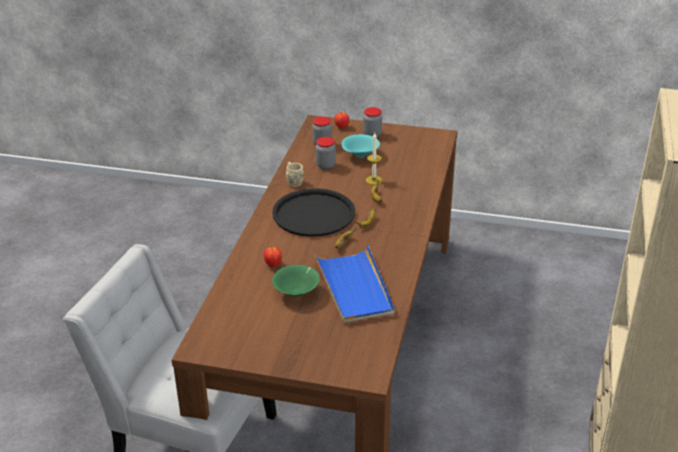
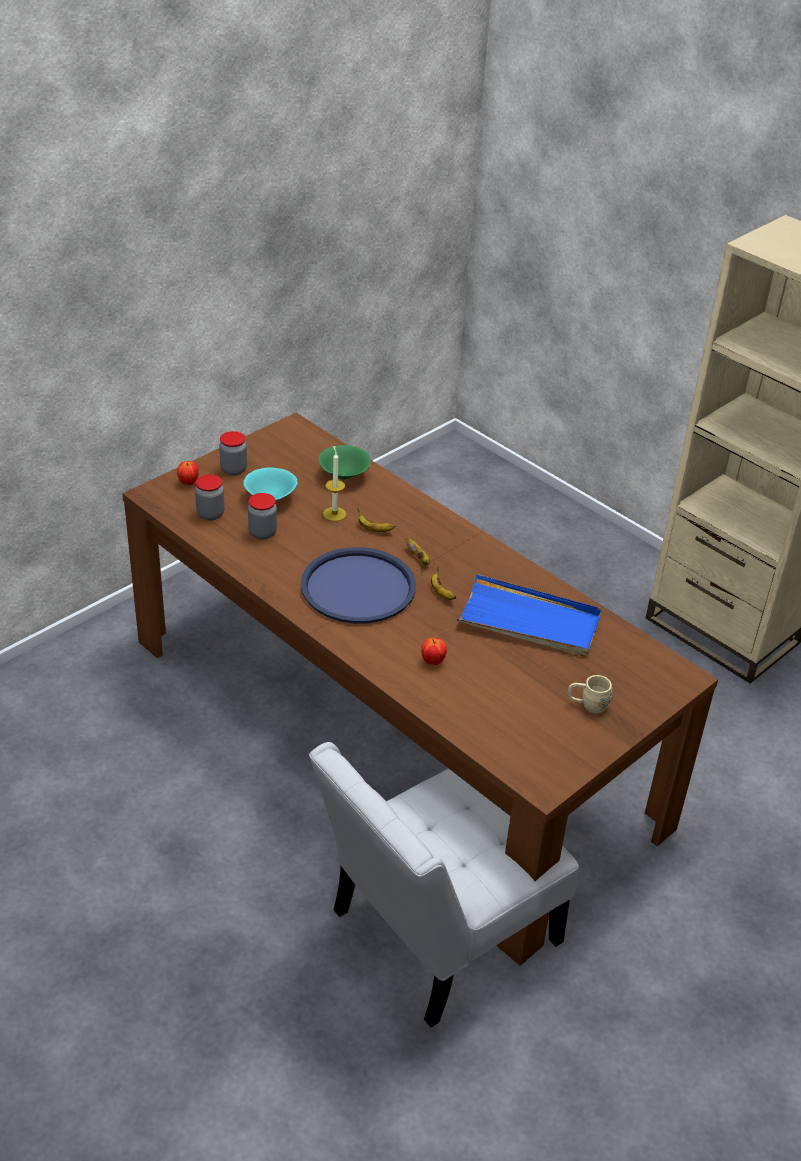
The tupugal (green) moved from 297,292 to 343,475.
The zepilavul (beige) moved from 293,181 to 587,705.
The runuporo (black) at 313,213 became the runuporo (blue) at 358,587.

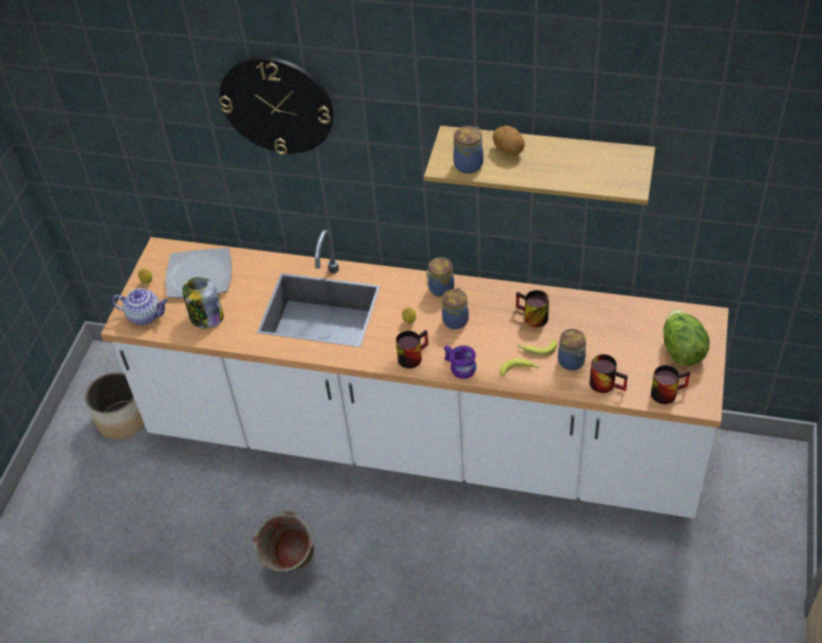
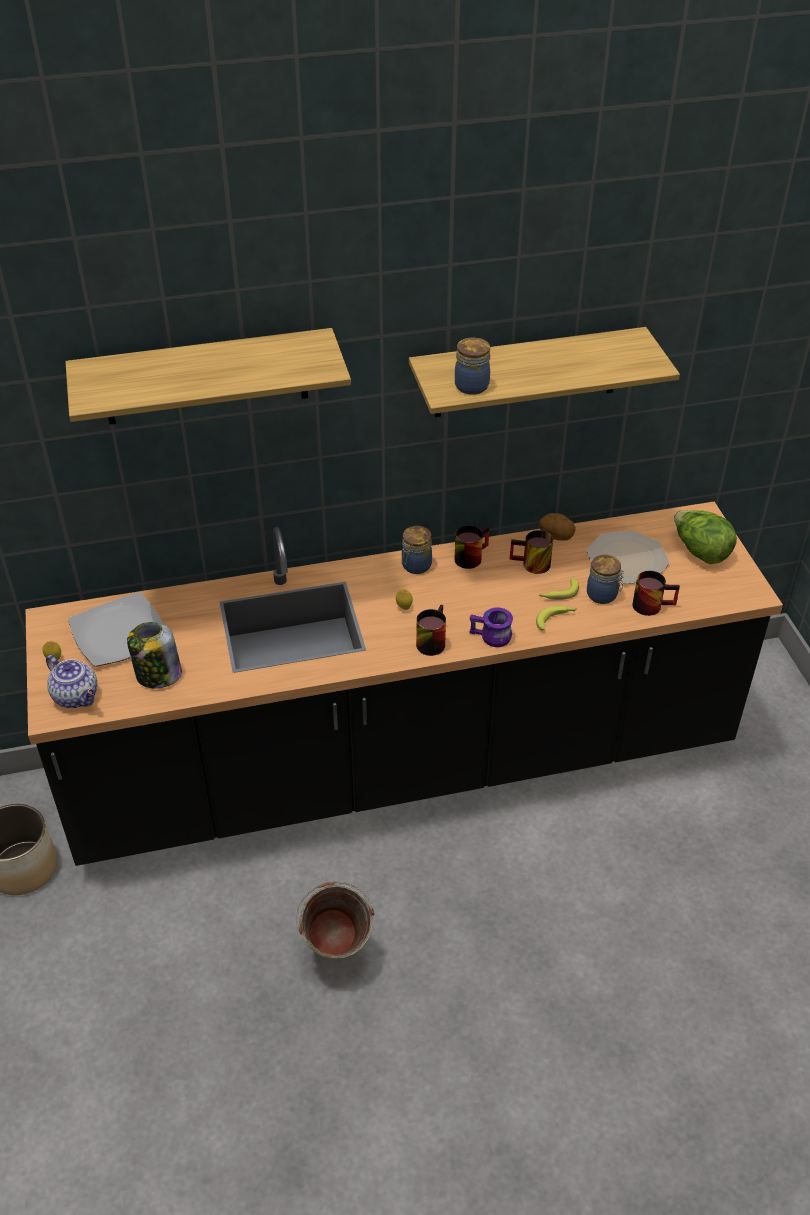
The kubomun at 456,320 disappeared.
The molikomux at 626,558 appeared.
The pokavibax moved from 509,150 to 556,536.
The zepilavul moved from 666,391 to 469,556.
The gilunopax at 277,104 was replaced by the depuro at 205,377.
The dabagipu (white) at 422,442 became the dabagipu (black) at 405,767.
The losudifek at 146,315 turned 60 degrees clockwise.

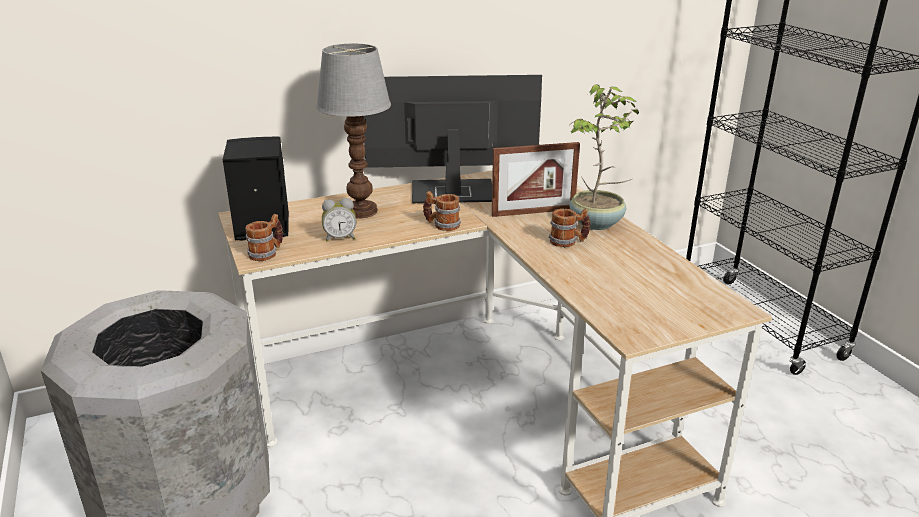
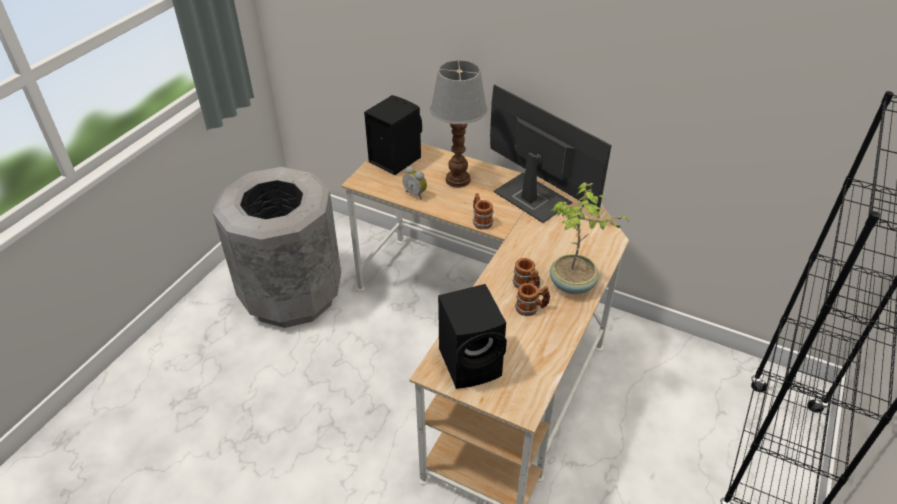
The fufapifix at 533,212 disappeared.
The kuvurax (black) at 472,362 appeared.
The zepilavul moved from 267,253 to 531,308.

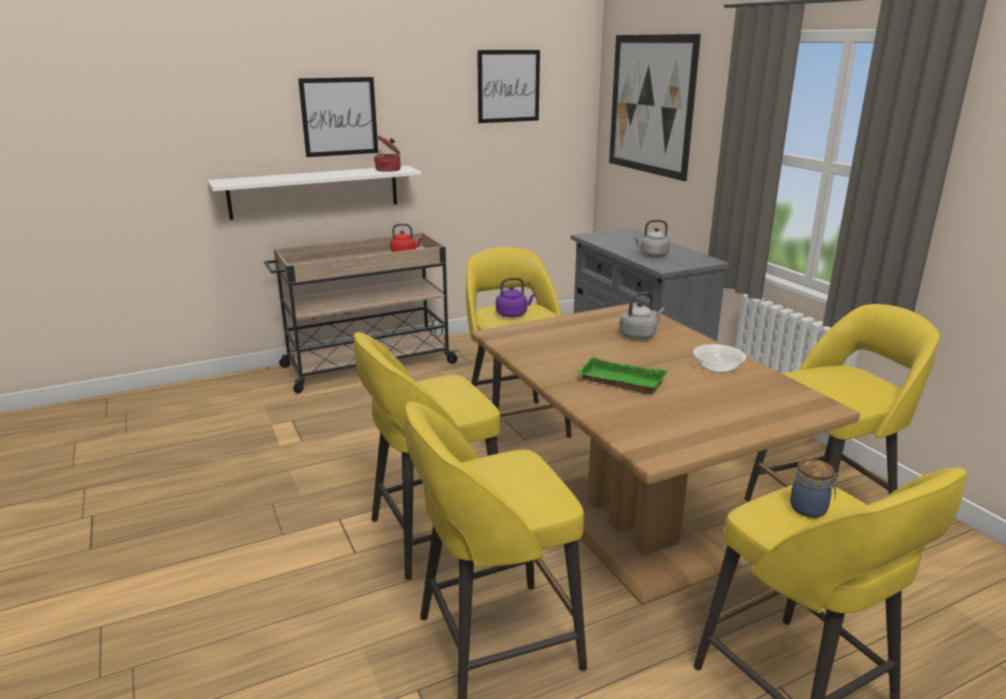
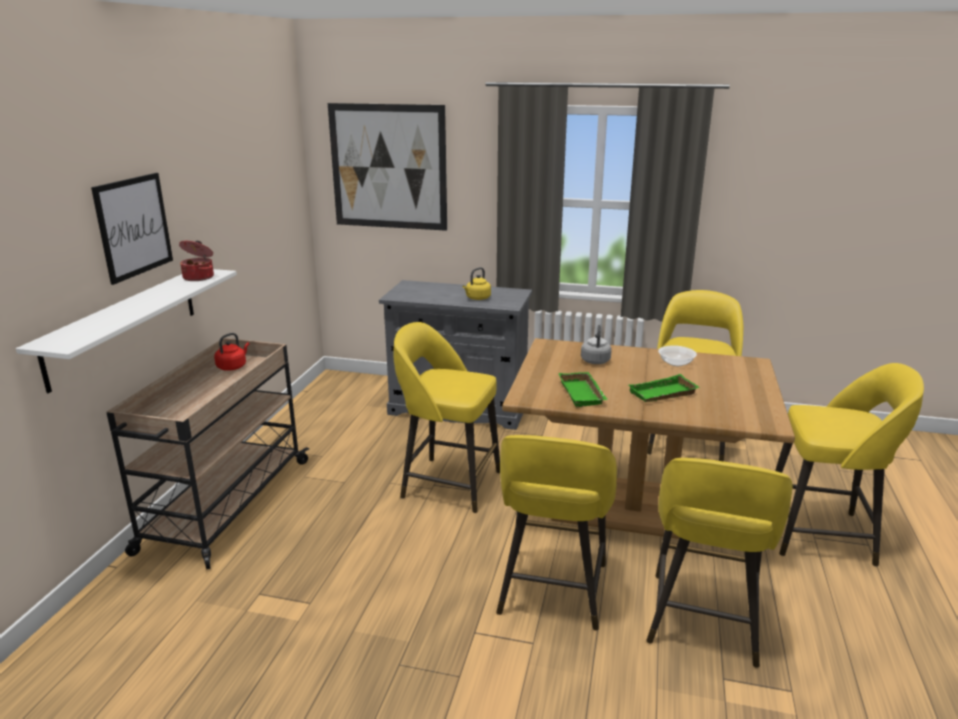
The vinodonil at 508,86 disappeared.
The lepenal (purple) at 513,314 disappeared.
The kubomun at 810,509 disappeared.
The runuporo (green) at 583,394 appeared.
The lepenal (grey) at 652,255 became the lepenal (yellow) at 477,298.

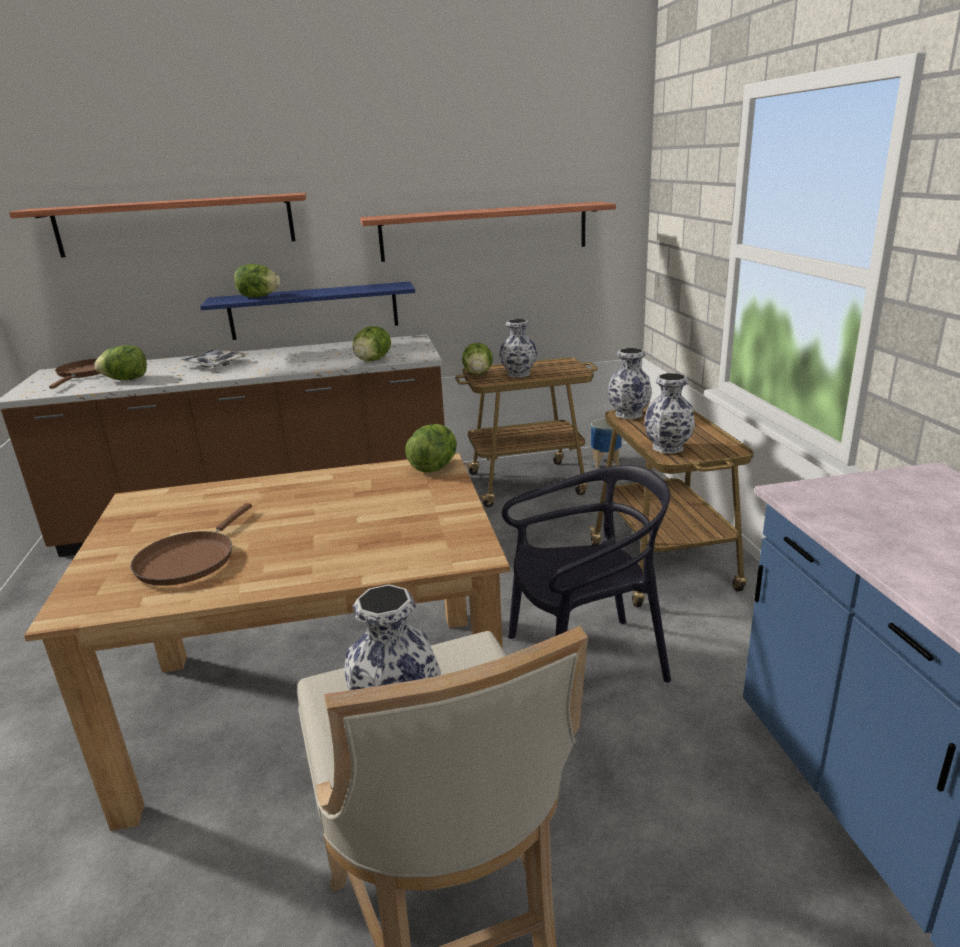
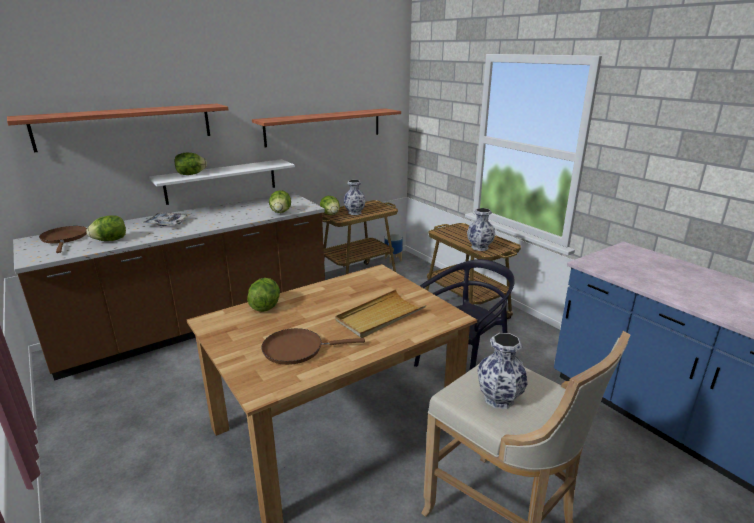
The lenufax at 628,414 disappeared.
The runuporo (beige) at 380,316 appeared.
The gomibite moved from 434,467 to 265,306.
The depuro (blue) at 314,311 became the depuro (white) at 221,181.
The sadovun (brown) at 190,559 turned 90 degrees clockwise.

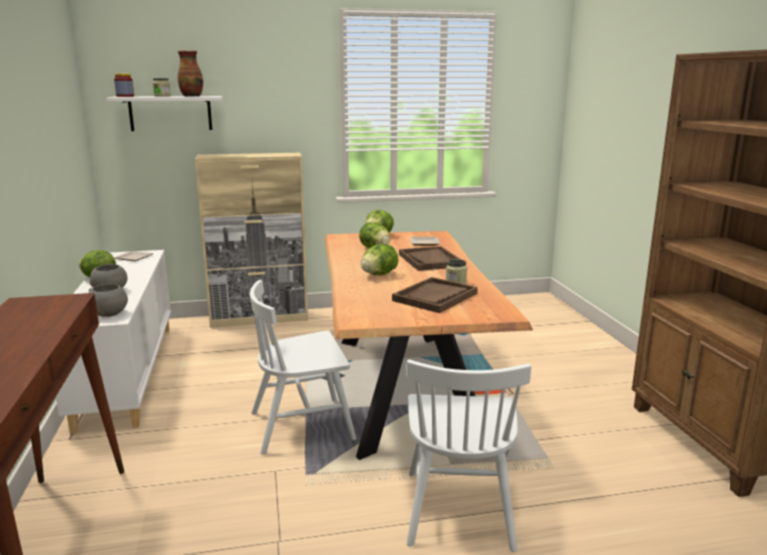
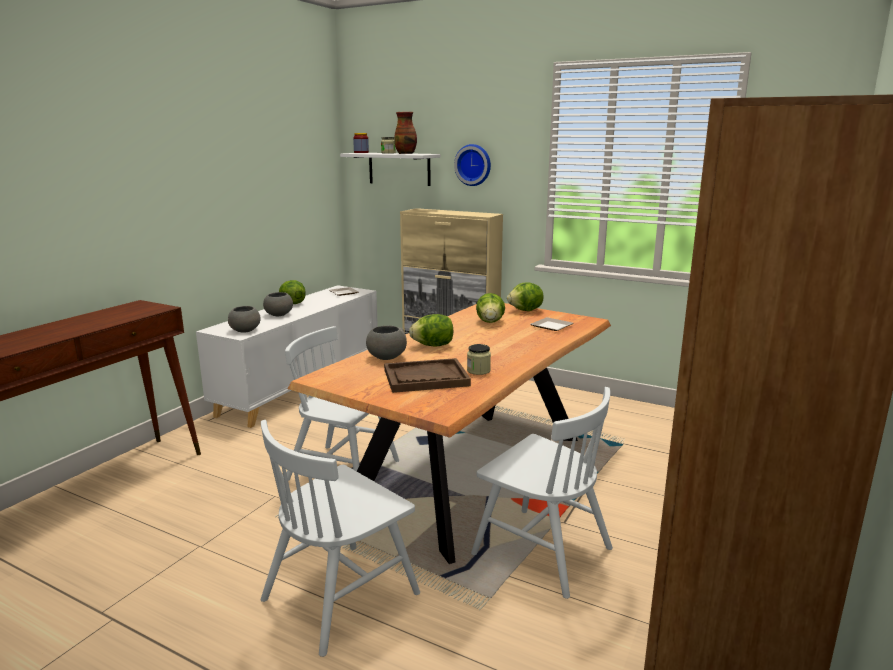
The runuporo (brown) at 430,260 disappeared.
The tupugal (grey) at 386,357 appeared.
The gilunopax at 473,165 appeared.
The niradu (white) at 541,550 appeared.

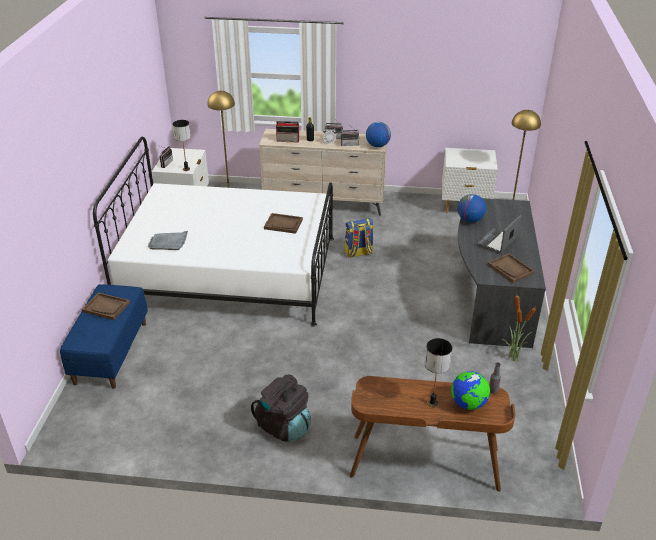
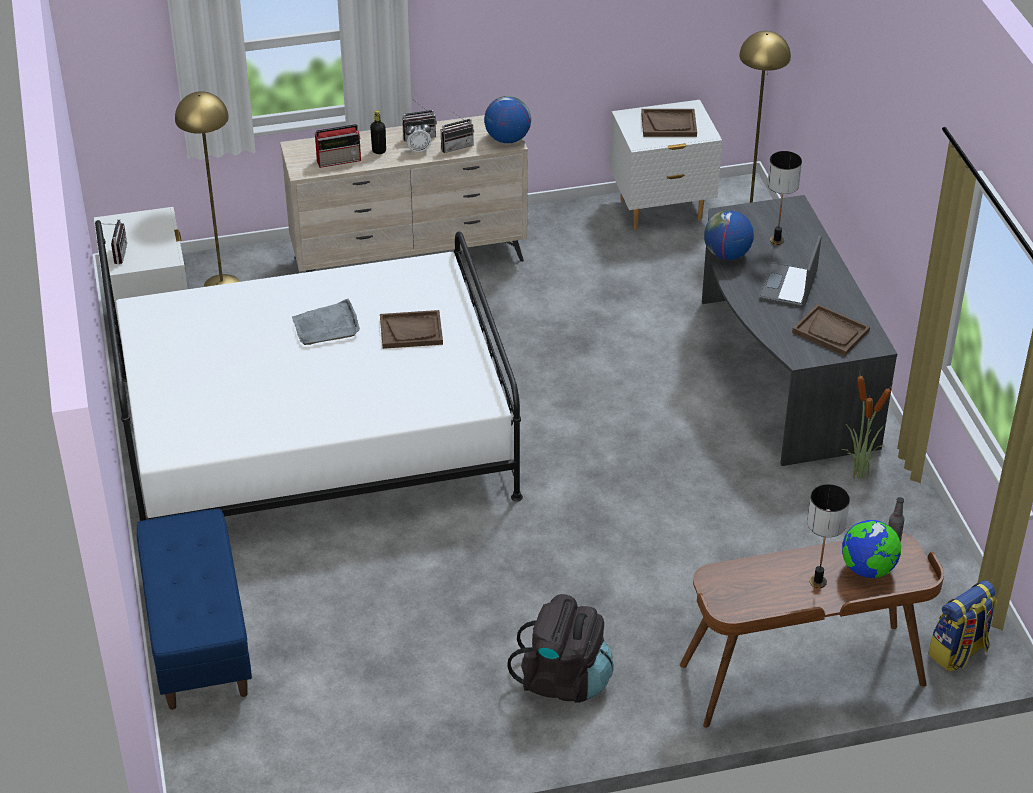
The runuporo (brown) moved from 106,307 to 669,124.
The runuporo (grey) moved from 168,242 to 326,326.
The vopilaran moved from 186,169 to 777,241.
The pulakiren moved from 358,253 to 958,652.

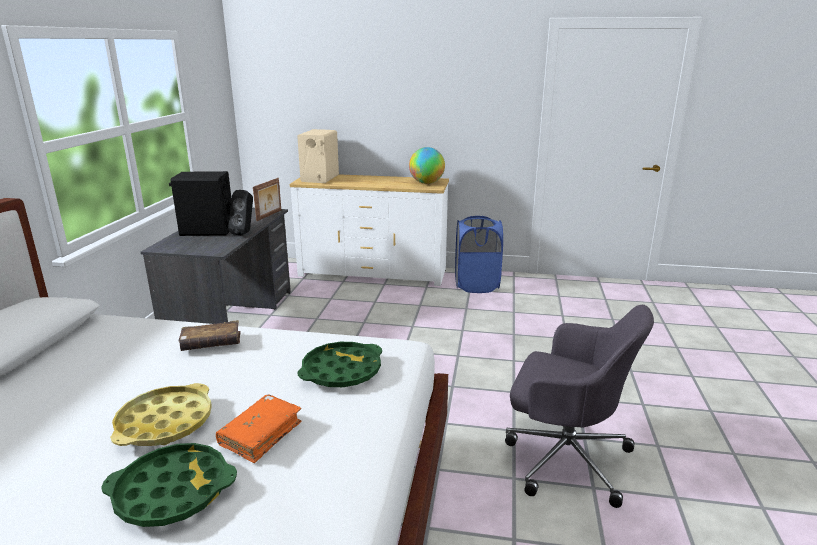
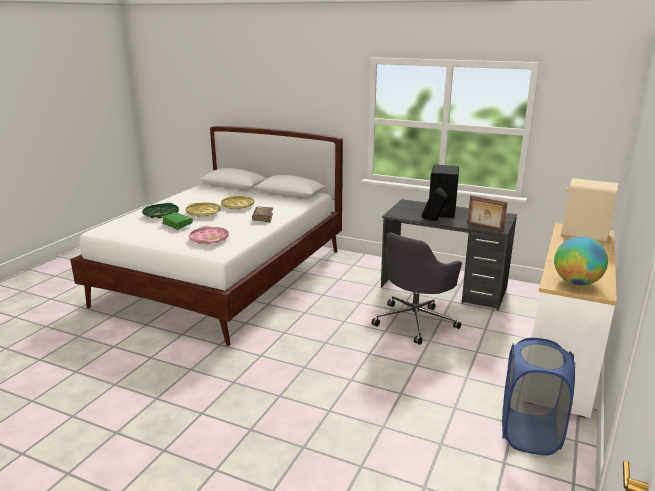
The runuporo (yellow) at 238,205 appeared.
The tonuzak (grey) moved from 564,457 to 415,321.
The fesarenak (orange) at 261,434 became the fesarenak (green) at 177,224.
The runuporo (green) at 341,371 became the runuporo (pink) at 209,239.

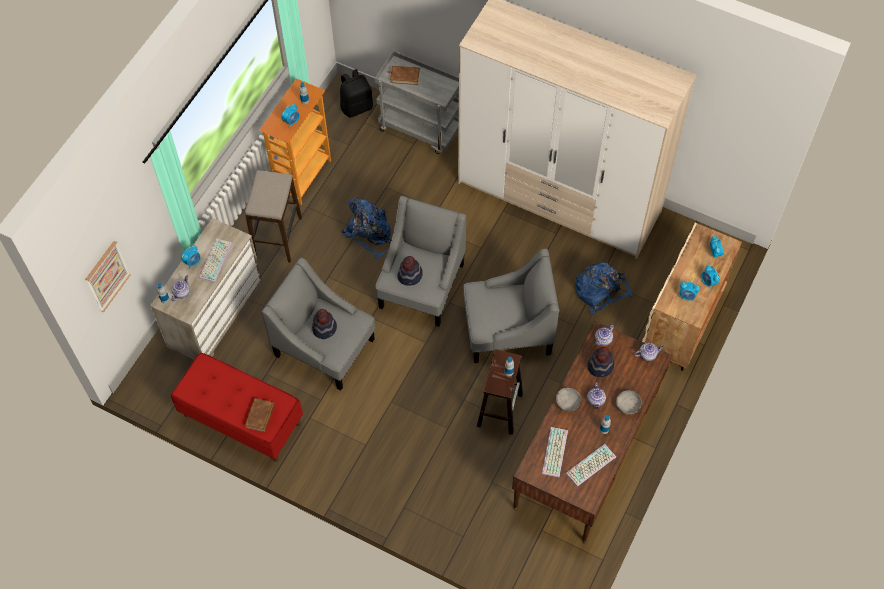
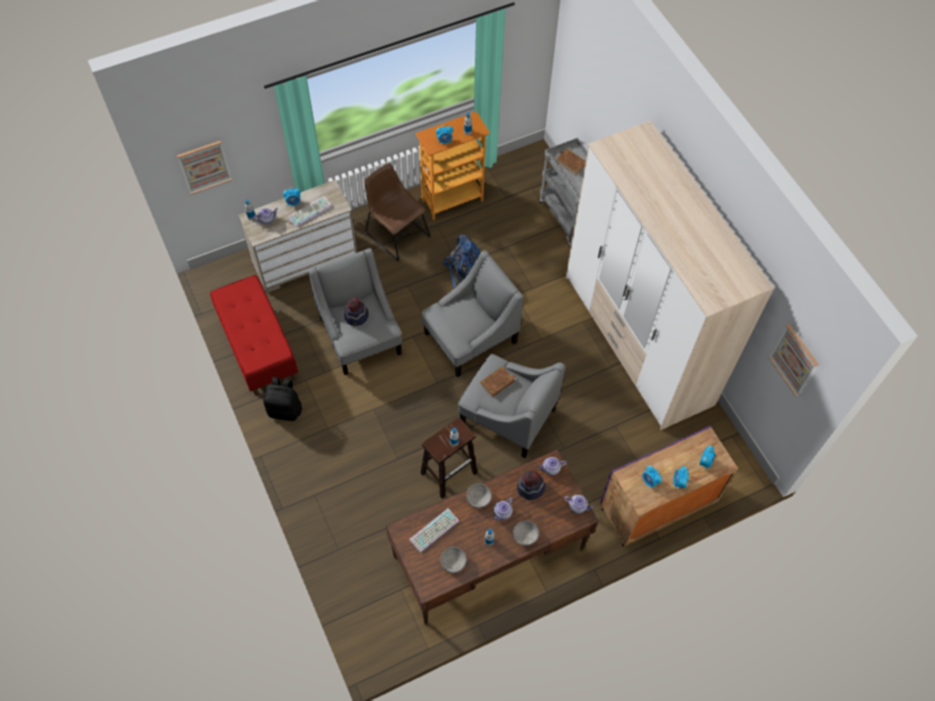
The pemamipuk at 410,276 disappeared.
The pulakiren (blue) at 600,291 disappeared.
The vinodonil at 794,360 appeared.
The fesarenak (brown) moved from 260,416 to 497,383.
The pulakiren (black) moved from 357,106 to 285,409.
The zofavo at 277,237 was replaced by the niradu (brown) at 396,233.
The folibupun at 591,466 was replaced by the tupugal (grey) at 453,562.
The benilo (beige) at 682,321 became the benilo (purple) at 657,506.

